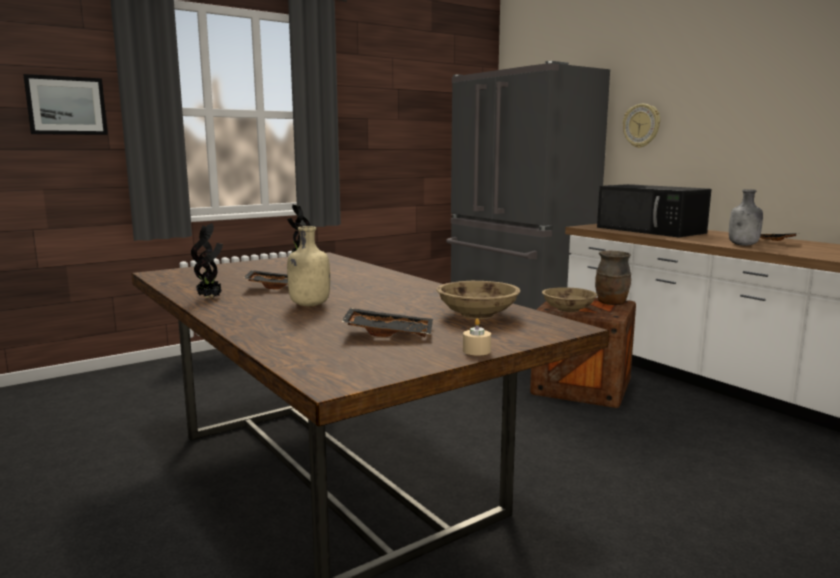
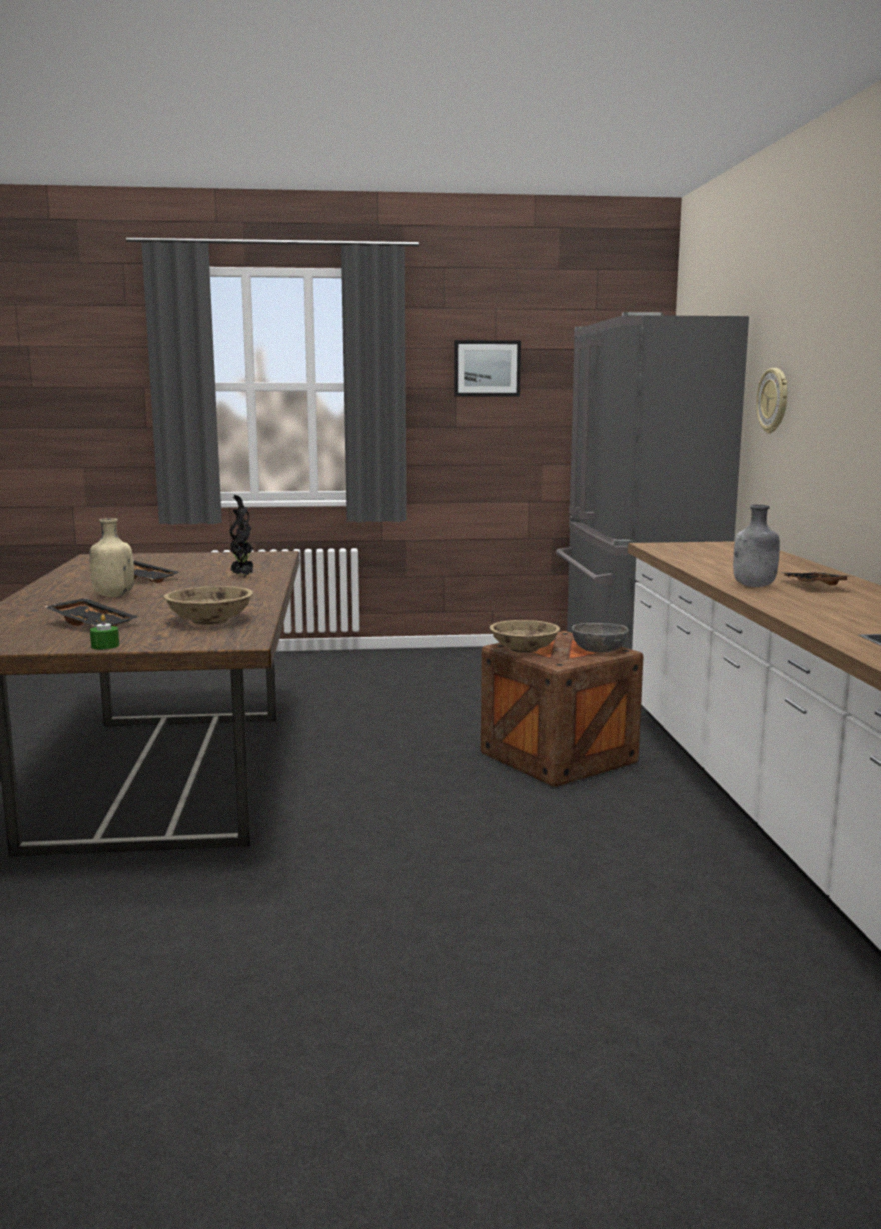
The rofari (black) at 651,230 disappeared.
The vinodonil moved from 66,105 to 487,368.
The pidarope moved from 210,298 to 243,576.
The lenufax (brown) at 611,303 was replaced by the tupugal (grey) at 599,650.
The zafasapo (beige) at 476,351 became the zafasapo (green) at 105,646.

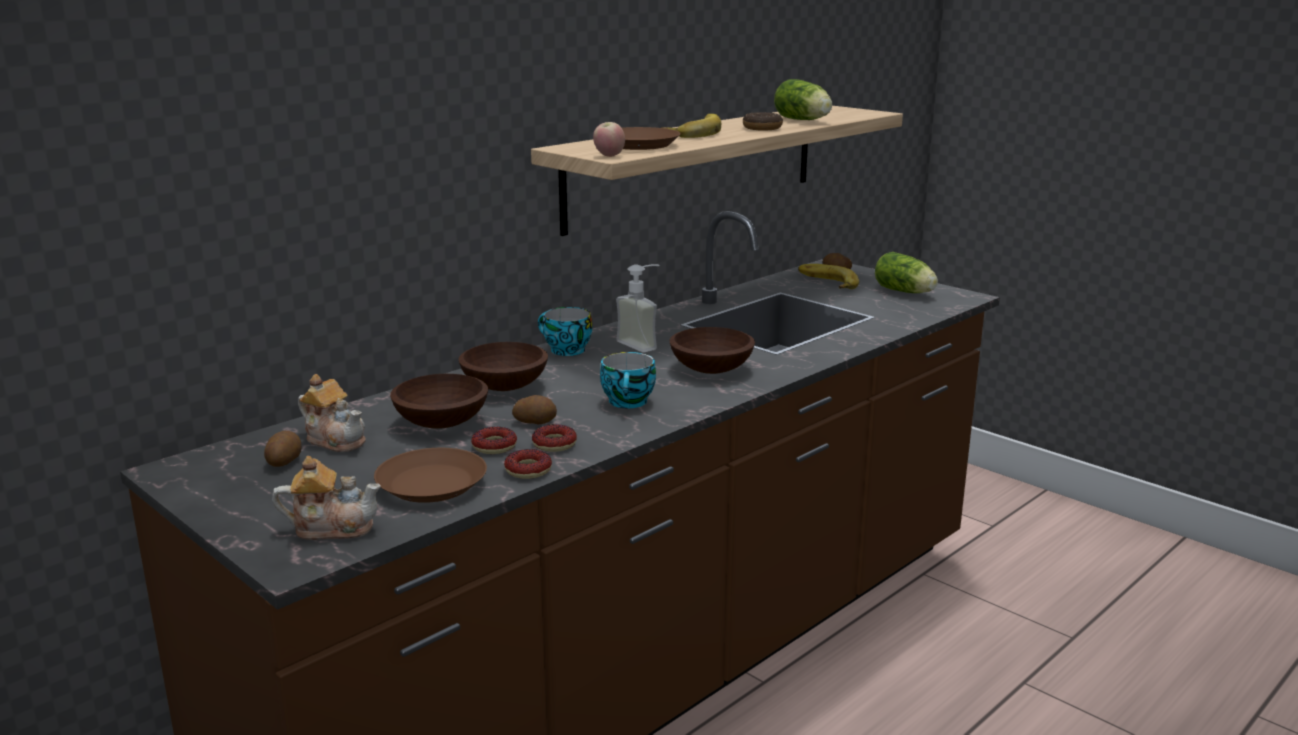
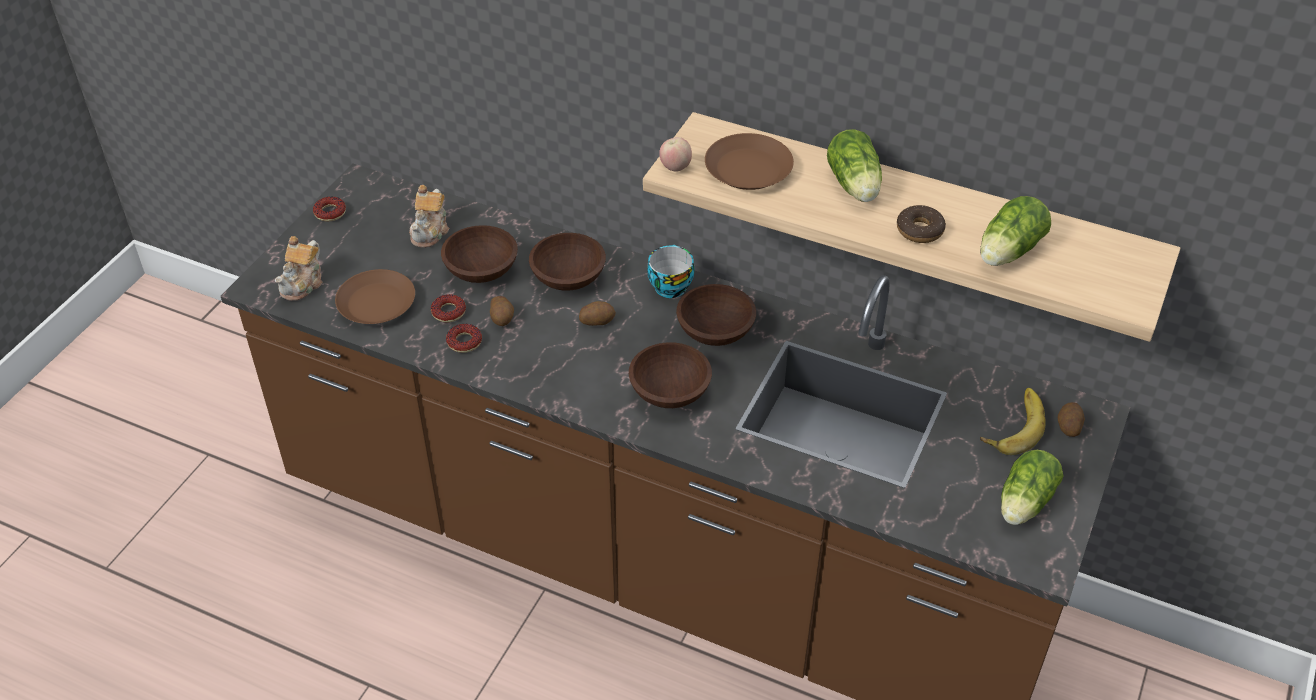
The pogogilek at 629,402 disappeared.
The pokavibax moved from 283,461 to 597,321.
The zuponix moved from 528,470 to 330,212.
The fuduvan at 644,343 was replaced by the tupugal (brown) at 715,330.
The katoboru at 693,132 was replaced by the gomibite at 855,186.
The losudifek at 332,527 turned 45 degrees clockwise.

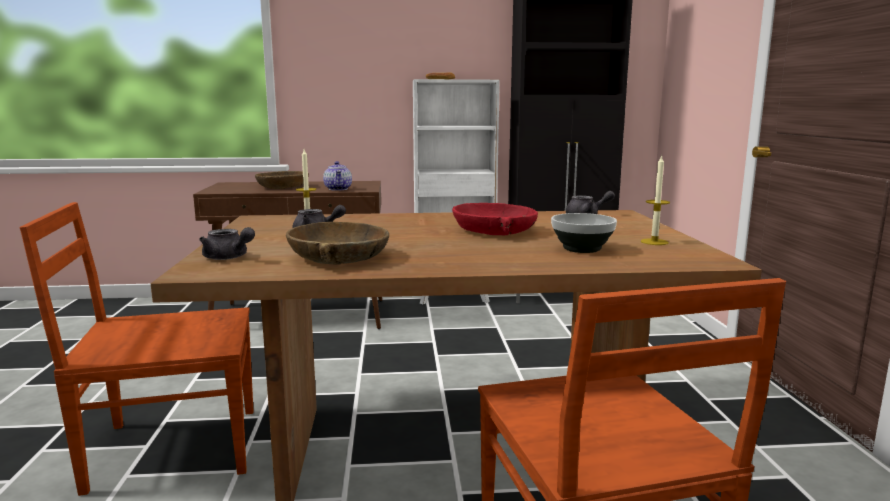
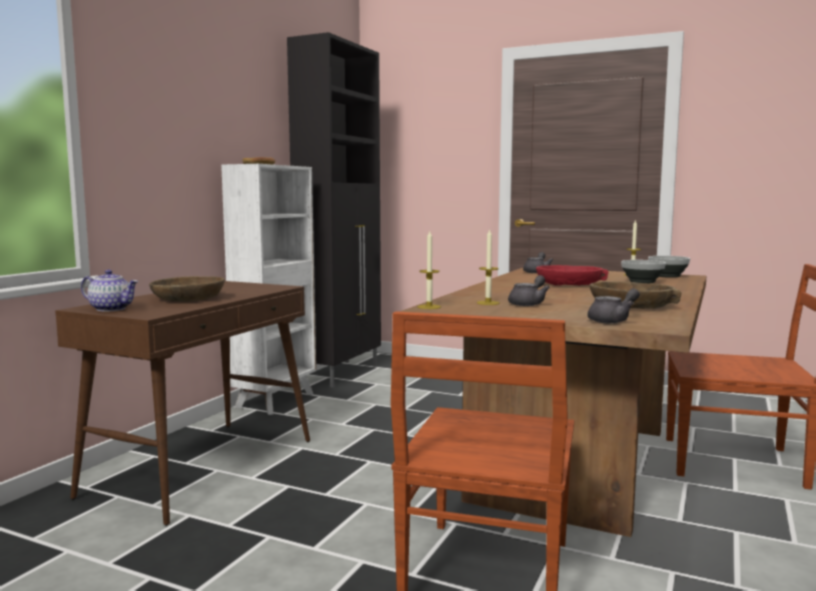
The zafasapo at 429,307 appeared.
The tupugal at 668,276 appeared.
The losudifek moved from 338,189 to 111,309.

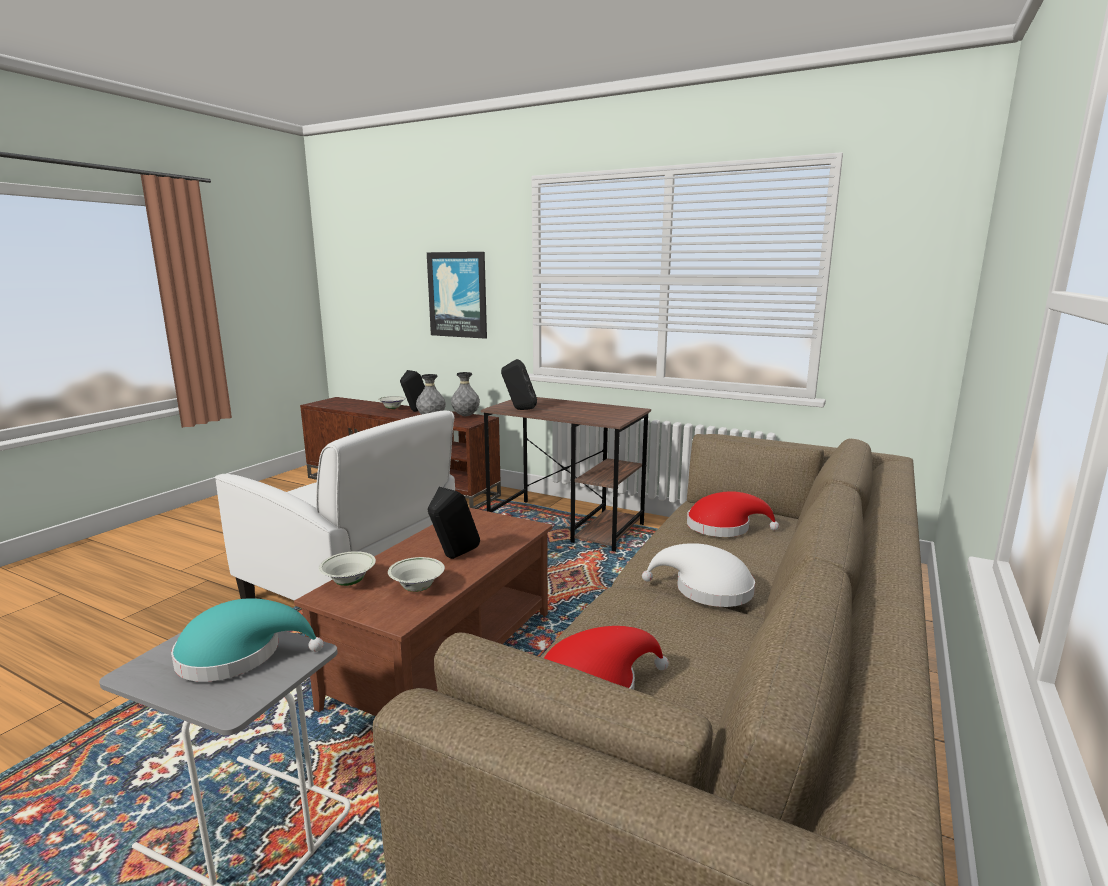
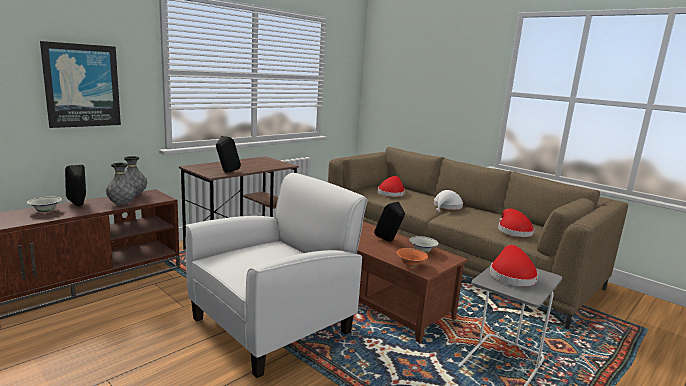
The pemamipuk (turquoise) at 238,655 became the pemamipuk (red) at 511,275.
The tupugal (white) at 349,582 became the tupugal (orange) at 410,265.

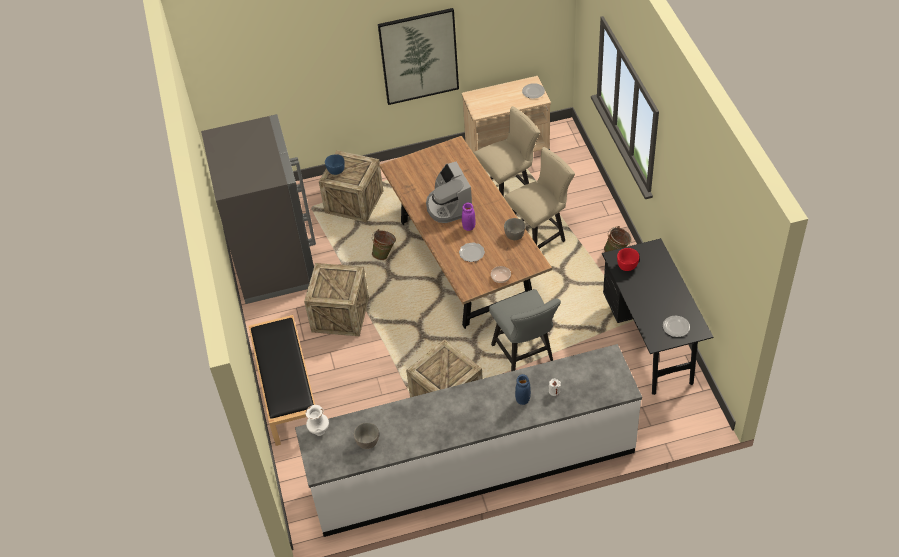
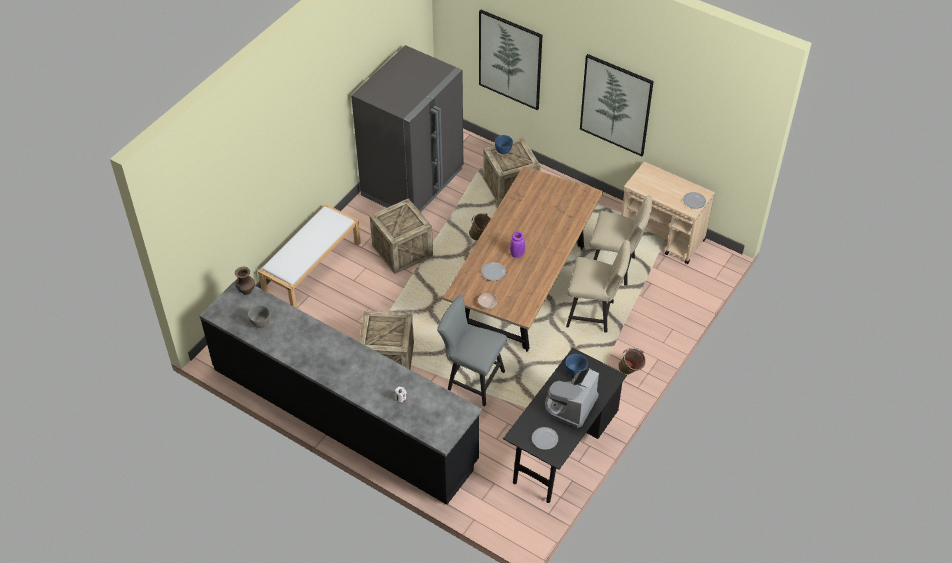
The tupugal (grey) at 514,235 disappeared.
The lenufax (blue) at 523,399 disappeared.
The vinodonil at 510,59 appeared.
The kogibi moved from 449,206 to 570,405.
The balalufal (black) at 287,389 became the balalufal (white) at 312,267.
The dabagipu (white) at 472,467 became the dabagipu (black) at 343,414.
The lenufax (white) at 319,431 became the lenufax (brown) at 246,291.
The tupugal (red) at 627,266 became the tupugal (blue) at 575,371.
The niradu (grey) at 525,355 turned 90 degrees clockwise.

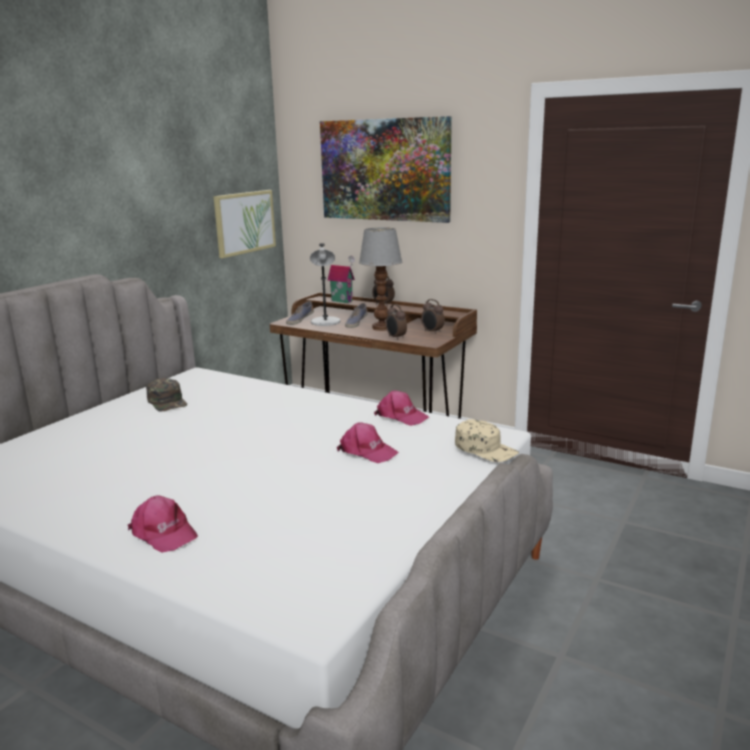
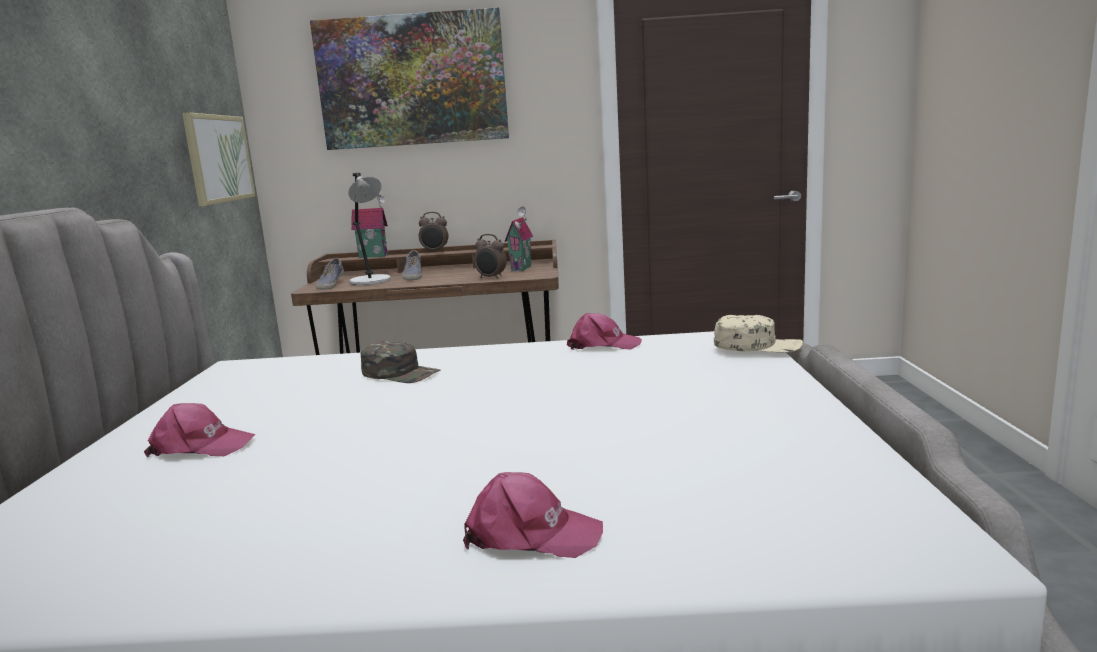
The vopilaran at 381,328 disappeared.
The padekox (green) moved from 168,402 to 401,373.
The padekox (pink) moved from 367,451 to 200,447.
The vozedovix at 432,332 was replaced by the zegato at 523,268.

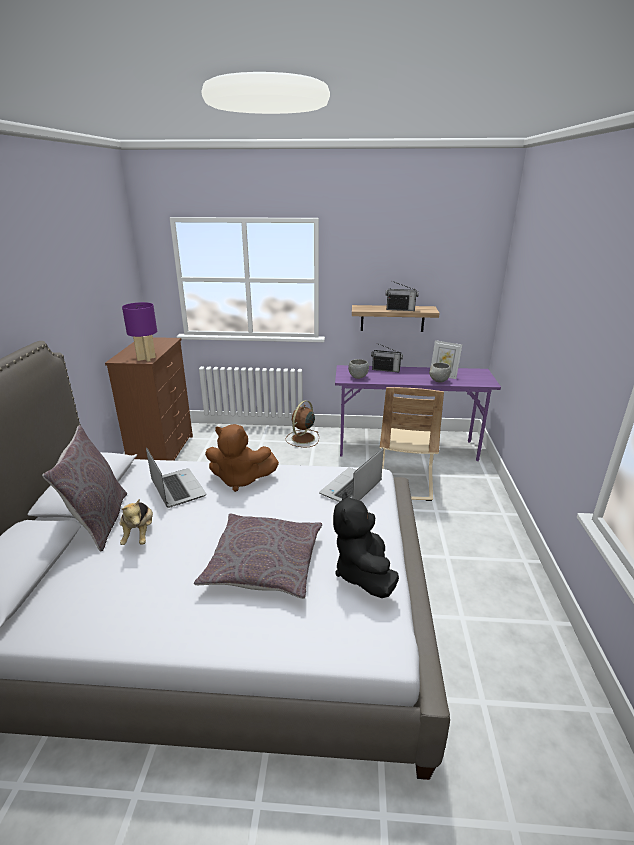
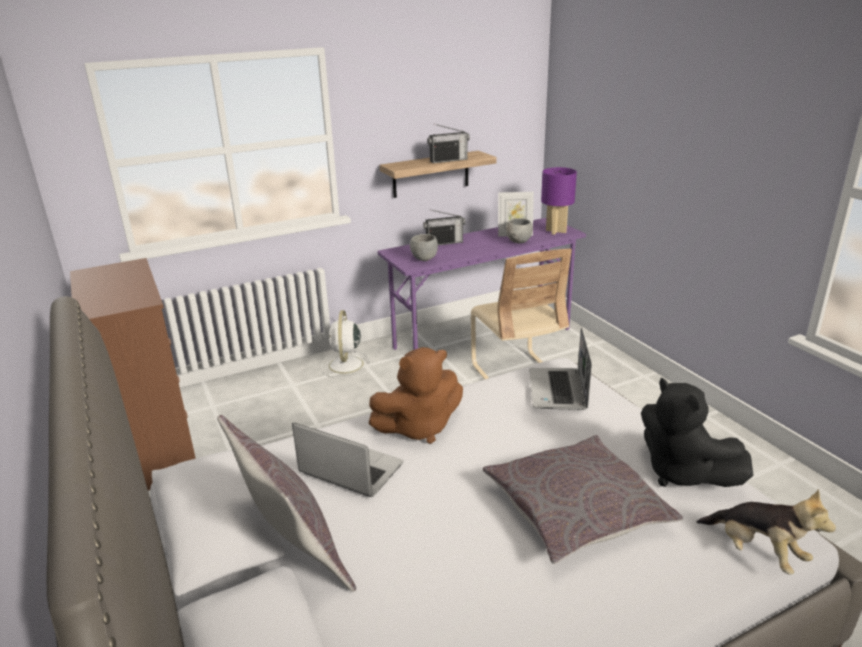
The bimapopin moved from 139,534 to 757,552.
The vopilaran (purple) moved from 146,358 to 555,231.
The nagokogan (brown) at 302,438 became the nagokogan (white) at 346,365.

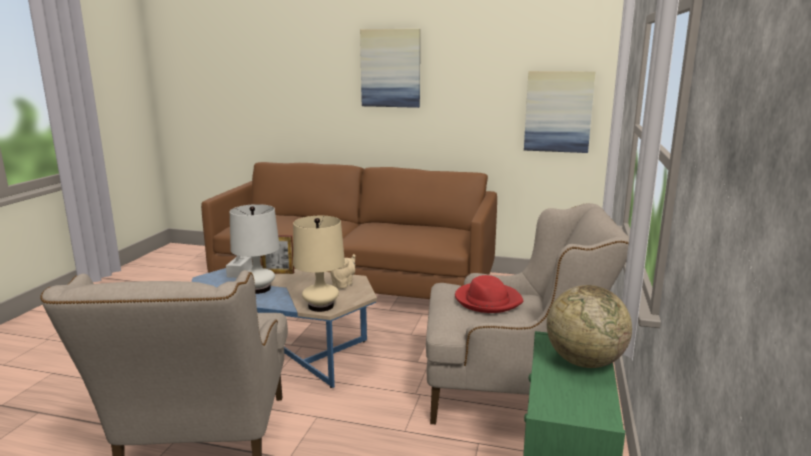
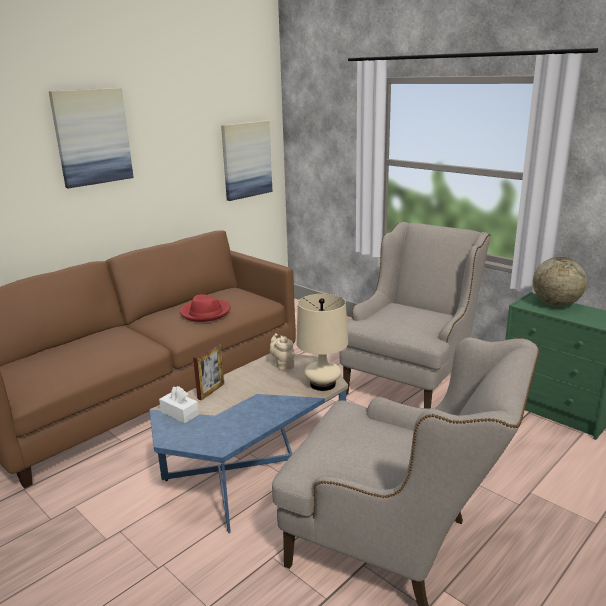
The vopilaran (white) at 258,289 disappeared.
The pemamipuk (red) moved from 487,300 to 205,312.

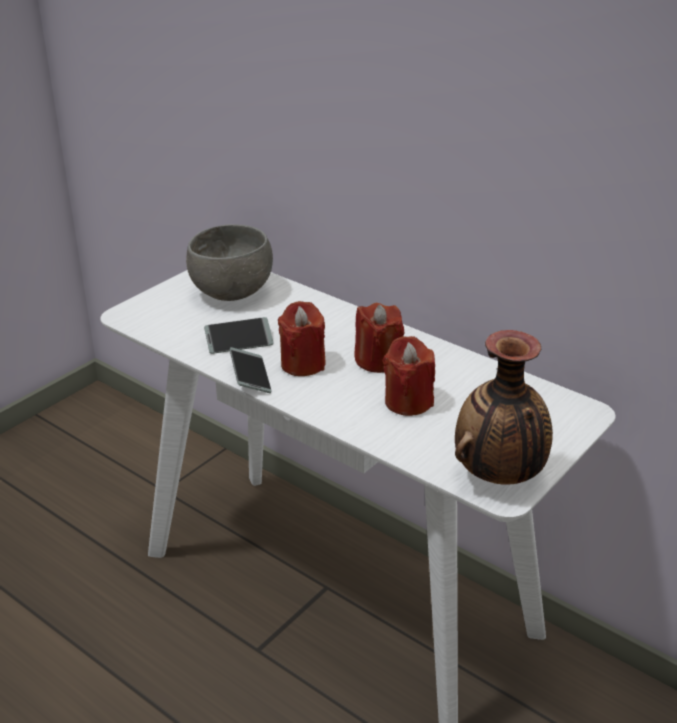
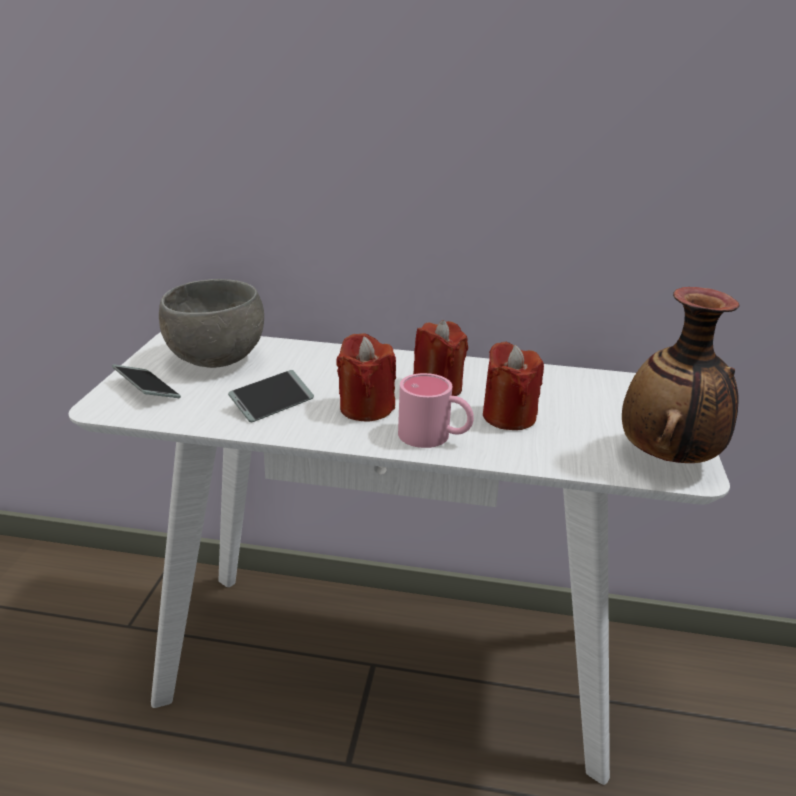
The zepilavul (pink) at 435,437 appeared.
The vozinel moved from 250,376 to 147,389.

